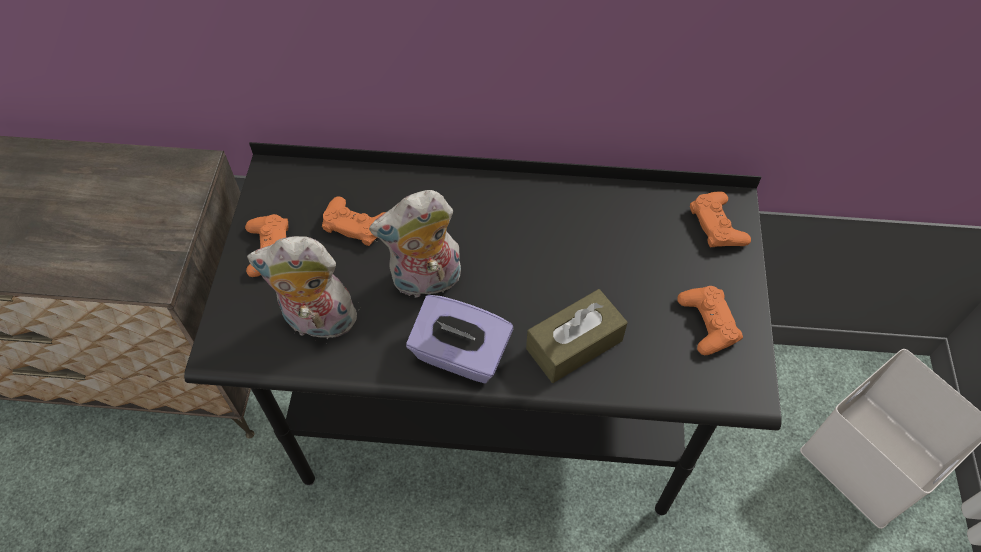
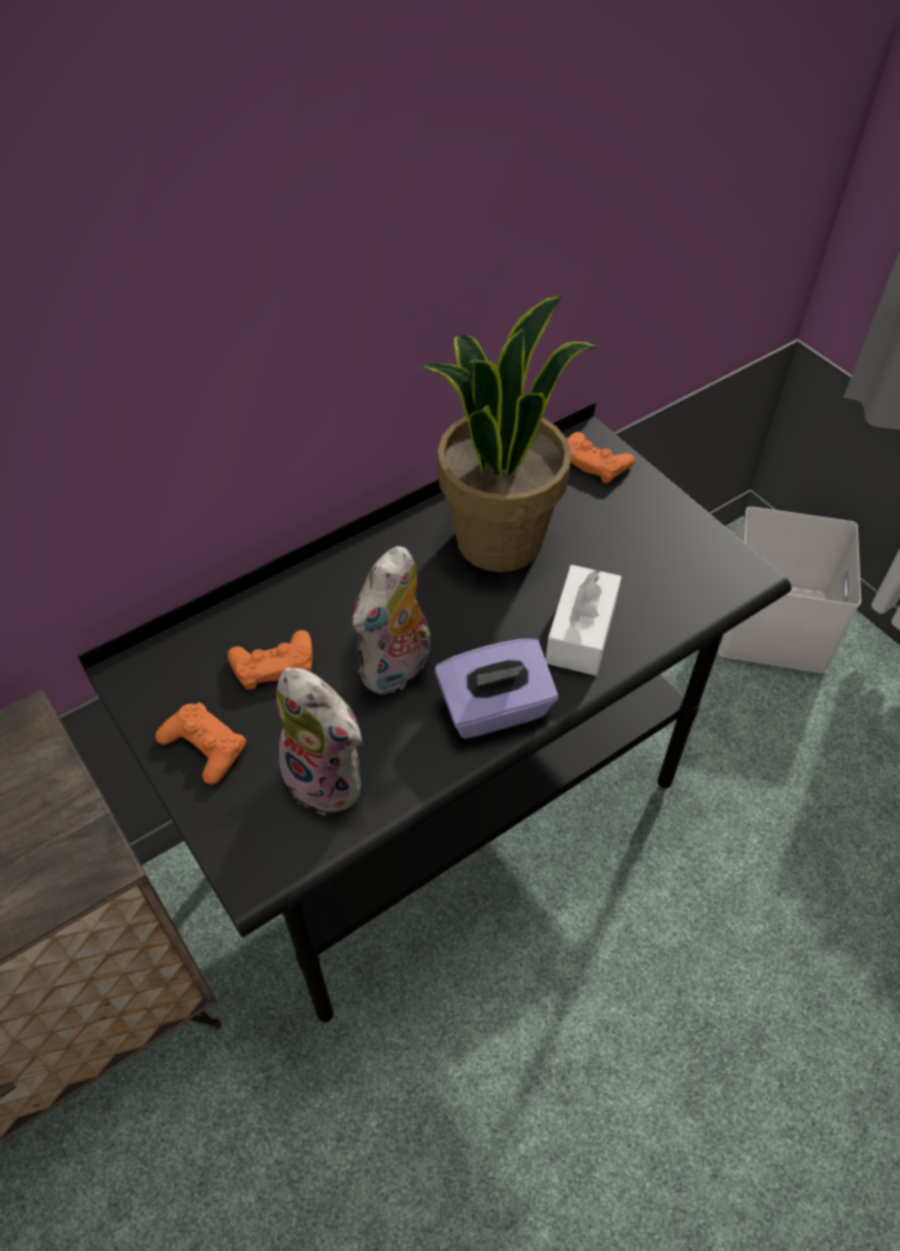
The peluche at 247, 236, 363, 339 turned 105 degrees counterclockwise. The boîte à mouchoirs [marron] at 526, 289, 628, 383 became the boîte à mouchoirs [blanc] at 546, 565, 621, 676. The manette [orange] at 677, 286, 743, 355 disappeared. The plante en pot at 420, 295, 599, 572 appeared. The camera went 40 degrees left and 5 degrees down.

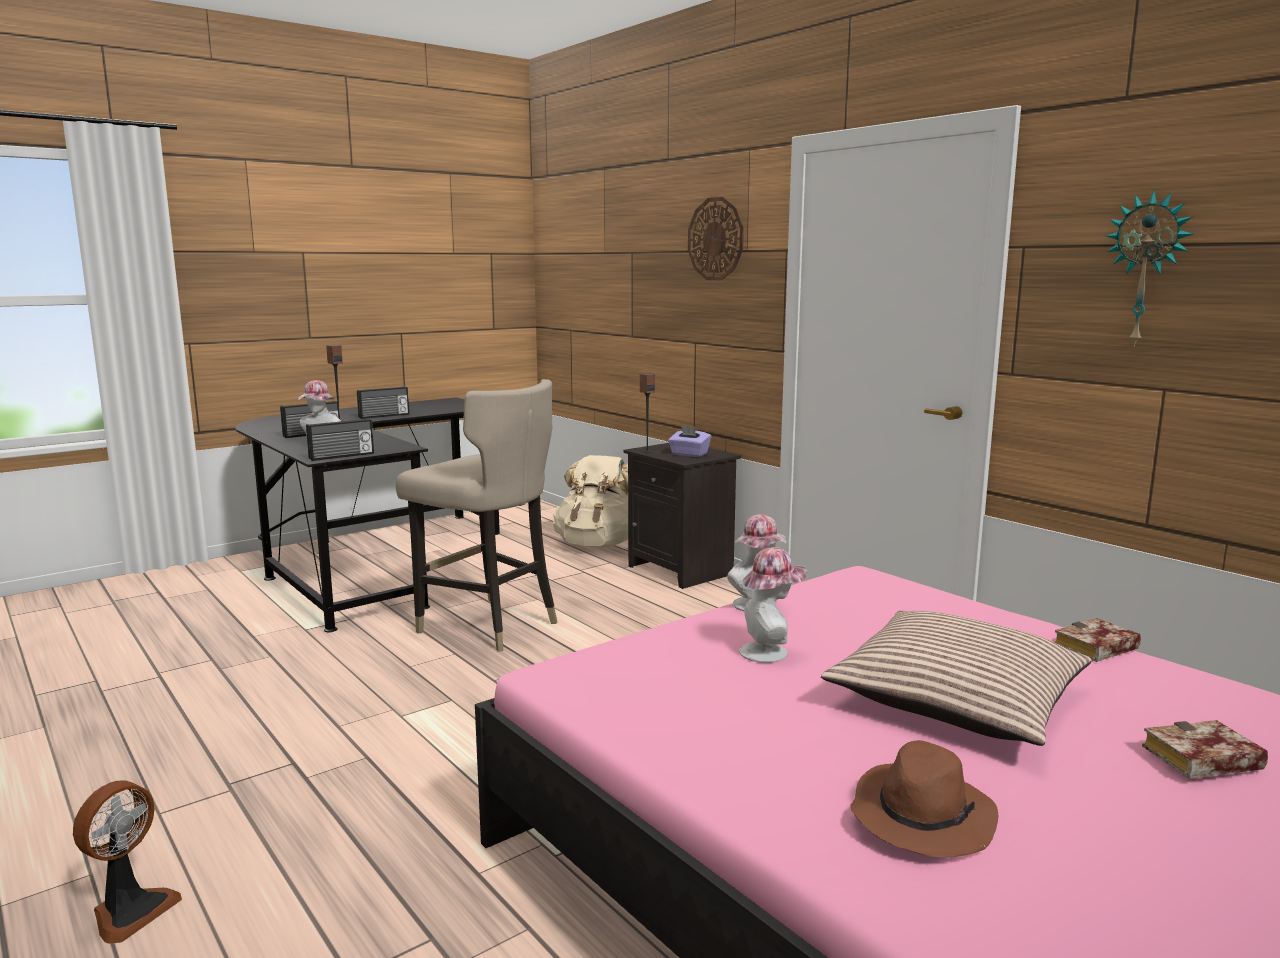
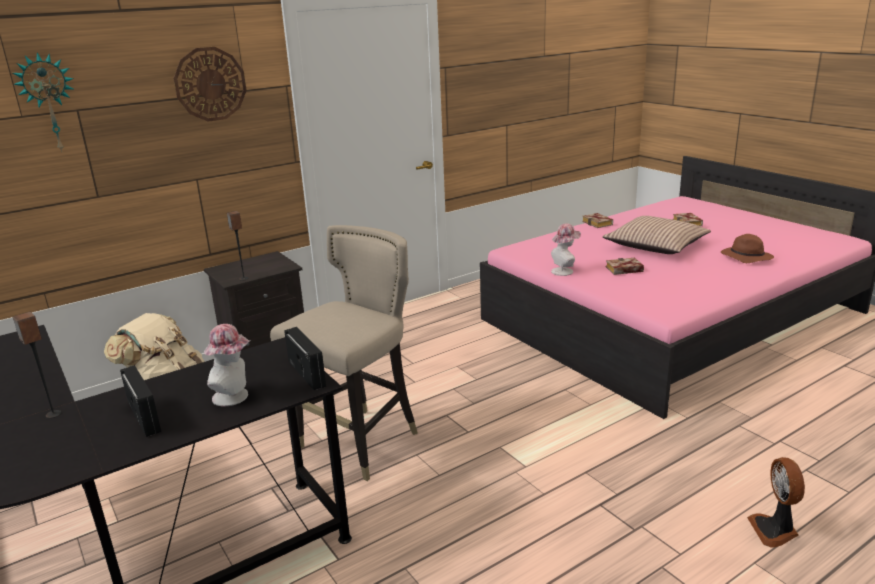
The ventilateur at 73, 780, 182, 944 turned 120 degrees counterclockwise. The radio at 357, 387, 409, 419 disappeared. The boîte à mouchoirs [violet] at 668, 425, 711, 457 disappeared. The chapeau at 739, 547, 807, 663 was replaced by the livre at 606, 258, 644, 275. The horloge murale moved from 1106, 191, 1193, 347 to 13, 53, 74, 152. The camera went 85 degrees left and 10 degrees up.

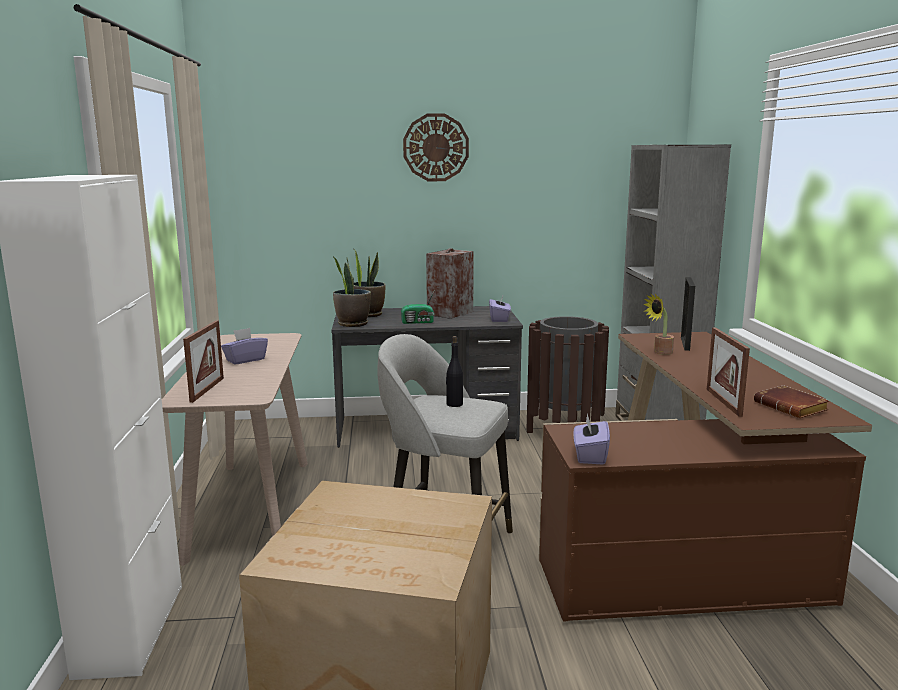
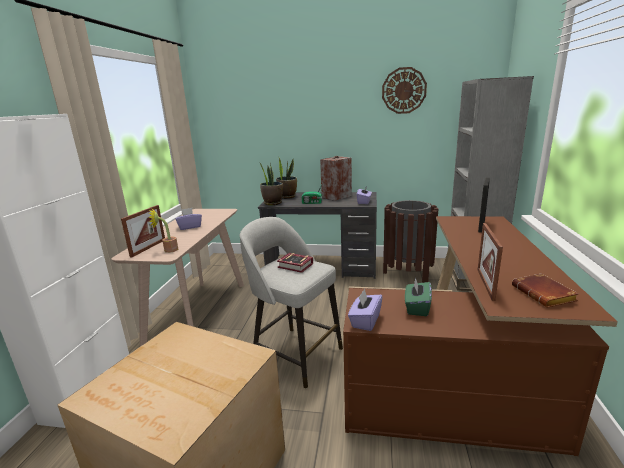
The horloge murale moved from 403, 113, 469, 181 to 382, 67, 427, 114. The bouteille [noir] at 446, 336, 463, 407 was replaced by the livre at 277, 253, 313, 273. The plante en pot moved from 643, 293, 674, 355 to 148, 209, 178, 253. The boîte à mouchoirs [vert] at 405, 277, 432, 316 appeared. The camera went 15 degrees right and 5 degrees up.

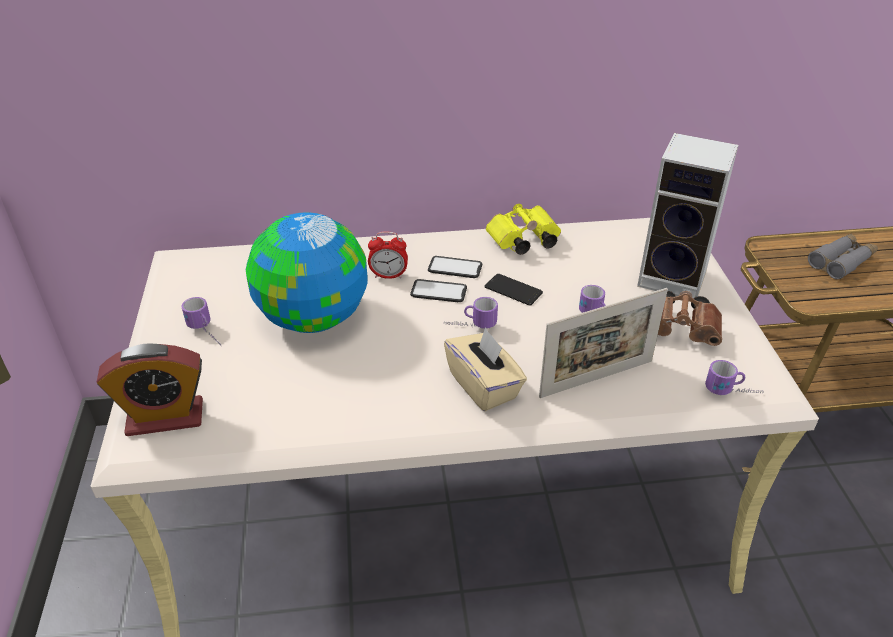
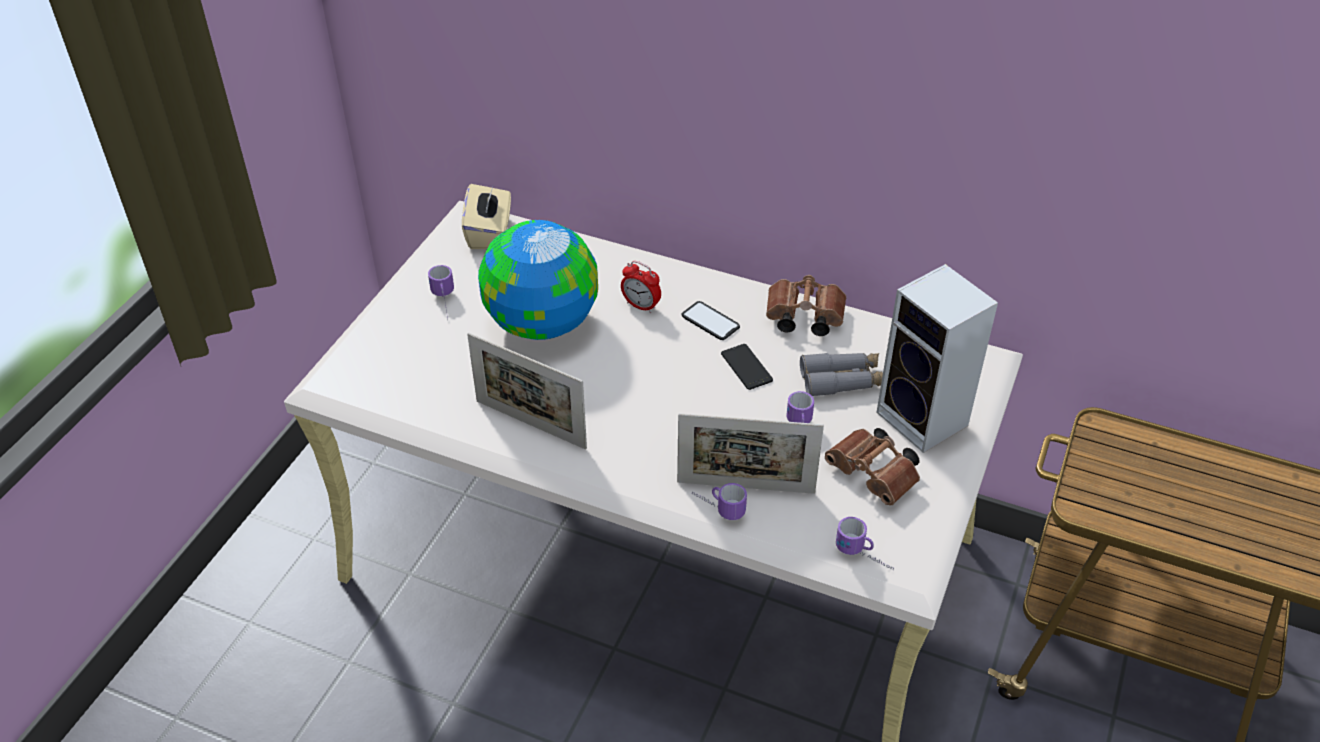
The réveil at 97, 344, 203, 436 disappeared. The téléphone at 410, 279, 467, 302 disappeared. The mug moved from 444, 297, 498, 329 to 692, 483, 747, 520. The boîte à mouchoirs [beige] moved from 444, 327, 527, 411 to 462, 184, 511, 249. The jumelles [jaune] at 486, 203, 561, 255 became the jumelles [marron] at 766, 275, 846, 336. The jumelles [gris] moved from 808, 233, 878, 280 to 800, 353, 883, 396. The cadre photo at 467, 333, 587, 449 appeared. The camera went 30 degrees right and 5 degrees up.

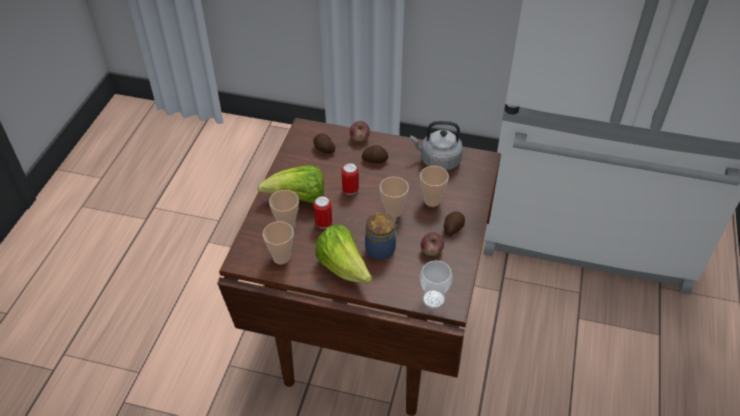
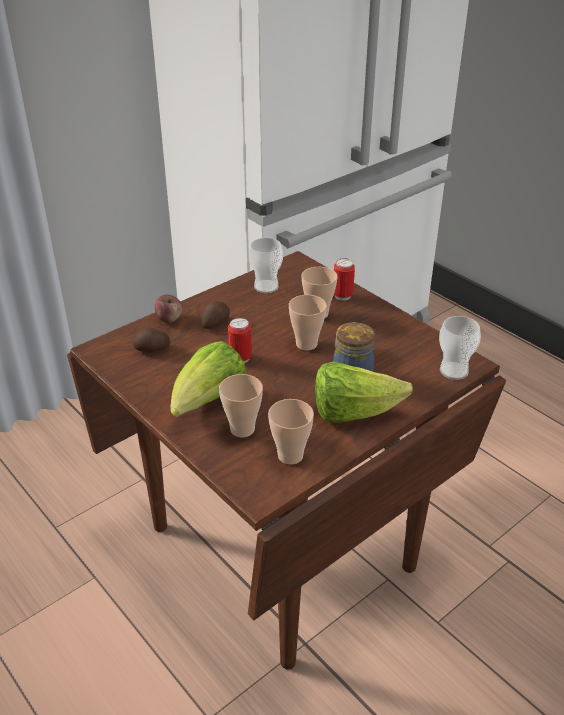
The boîte métallique moved from 313, 196, 332, 229 to 334, 258, 355, 301. The bouilloire [gris] at 410, 121, 463, 171 was replaced by the tasse at 249, 238, 283, 293. The pomme at 421, 232, 444, 256 disappeared. The pomme de terre at 444, 212, 465, 236 disappeared. The camera went 55 degrees left and 10 degrees down.

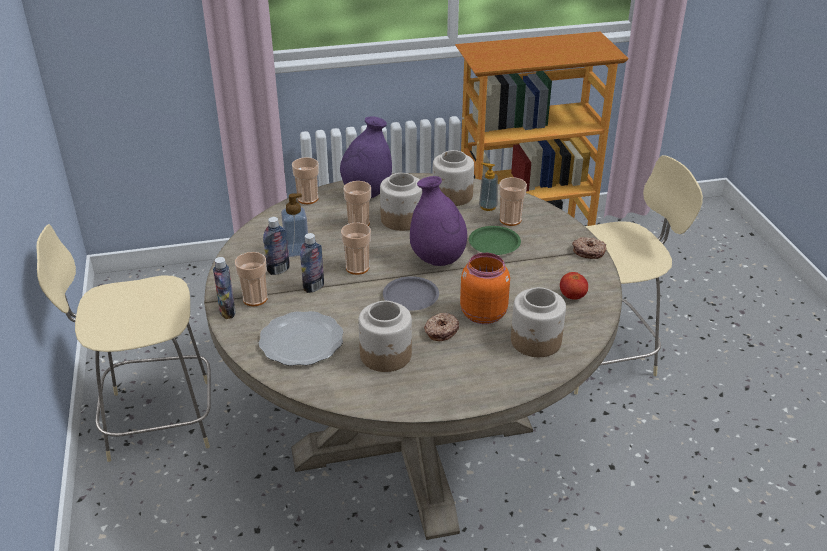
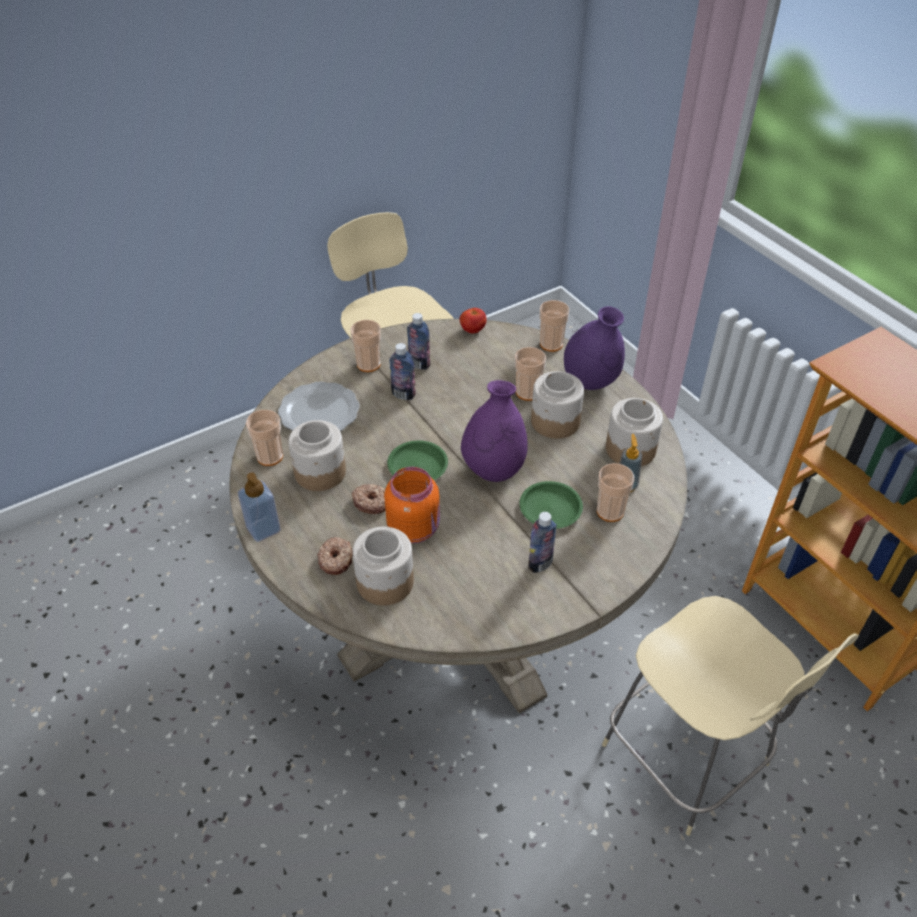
The bouteille moved from 213, 257, 236, 319 to 528, 512, 557, 573. The distributeur de savon moved from 281, 194, 308, 257 to 238, 473, 281, 542. The tasse moved from 341, 223, 371, 275 to 246, 410, 283, 466. The assiette [gris] at 383, 276, 439, 311 became the assiette [vert] at 387, 440, 448, 480. The tomate moved from 560, 272, 588, 300 to 460, 308, 487, 333. The beignet moved from 572, 237, 607, 259 to 317, 537, 353, 575. The camera went 70 degrees right and 10 degrees up.

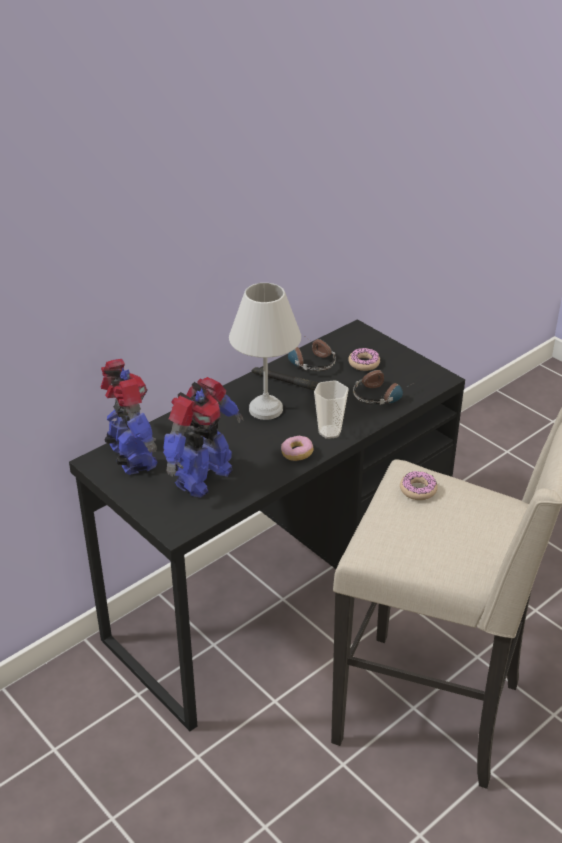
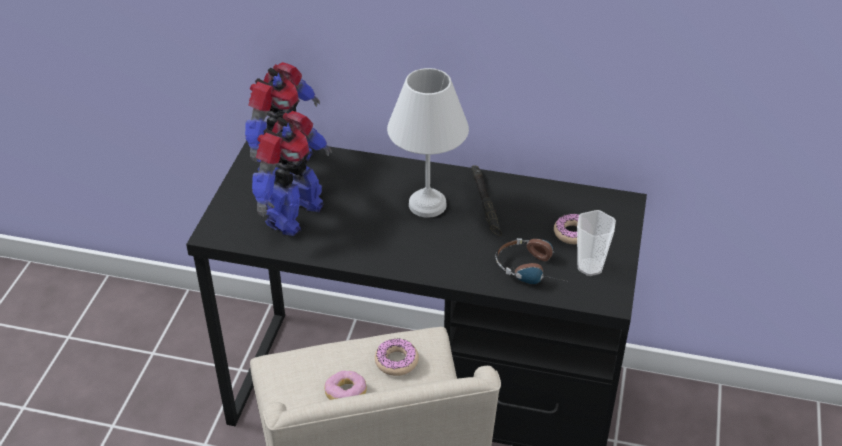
The robot jouet at 163, 377, 244, 498 turned 60 degrees counterclockwise. The beignet moved from 281, 436, 313, 461 to 324, 371, 367, 400. The casque audio at 288, 335, 336, 371 disappeared. The tasse moved from 314, 380, 349, 439 to 577, 210, 616, 276. The camera went 55 degrees right and 5 degrees up.

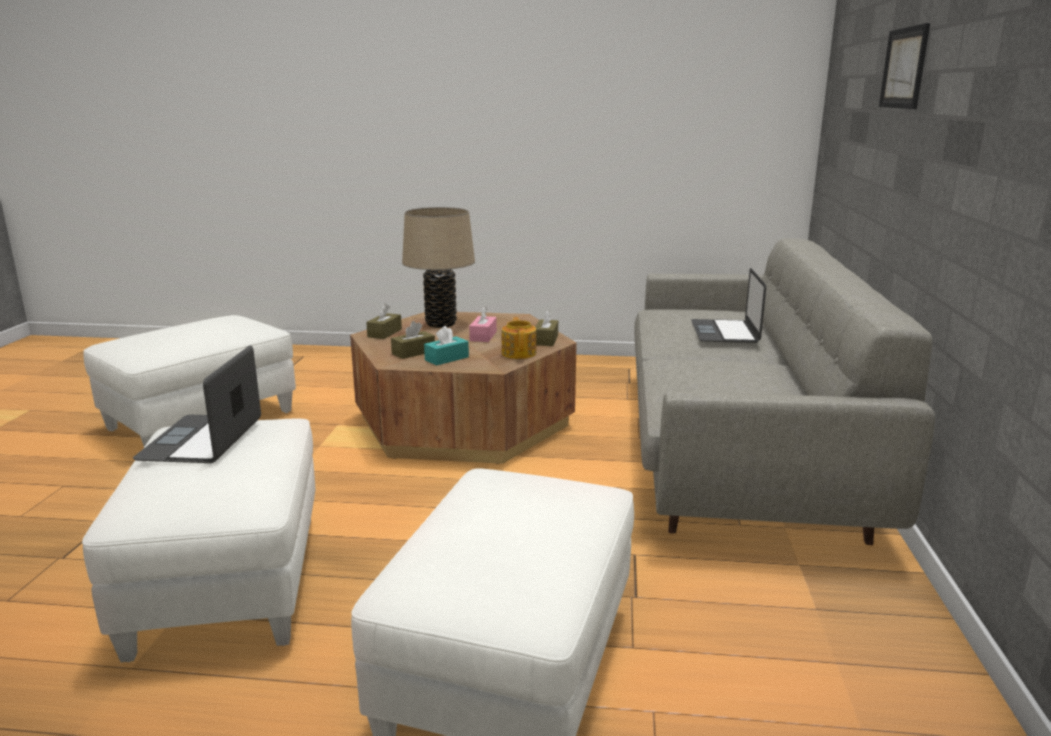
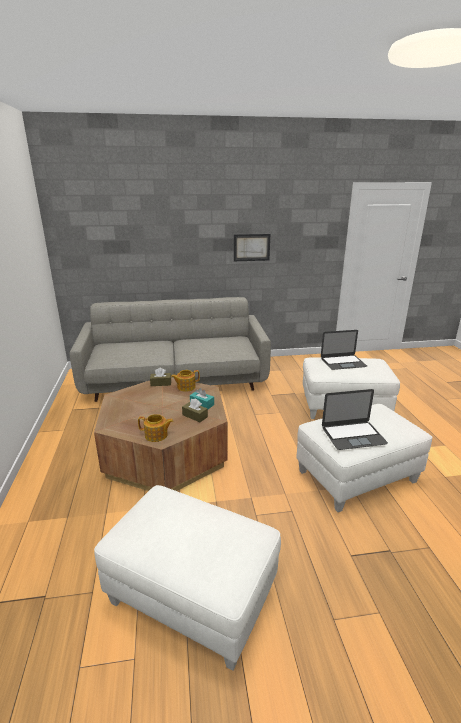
The boîte à mouchoirs [marron] at 366, 304, 402, 339 was replaced by the théière at 138, 414, 174, 442. The lampe de table [beige] at 402, 207, 475, 328 disappeared. The boîte à mouchoirs [rose] at 469, 306, 497, 342 disappeared. The ordinateur portable moved from 691, 268, 766, 343 to 321, 330, 367, 370. The tableau moved from 879, 23, 930, 109 to 234, 234, 270, 261. The camera went 105 degrees left and 5 degrees up.

